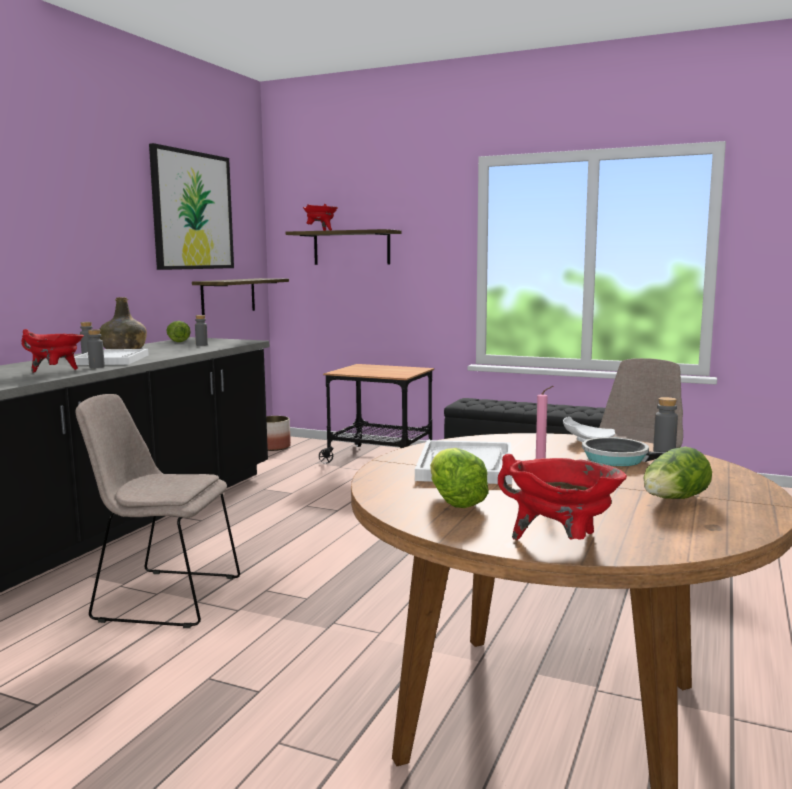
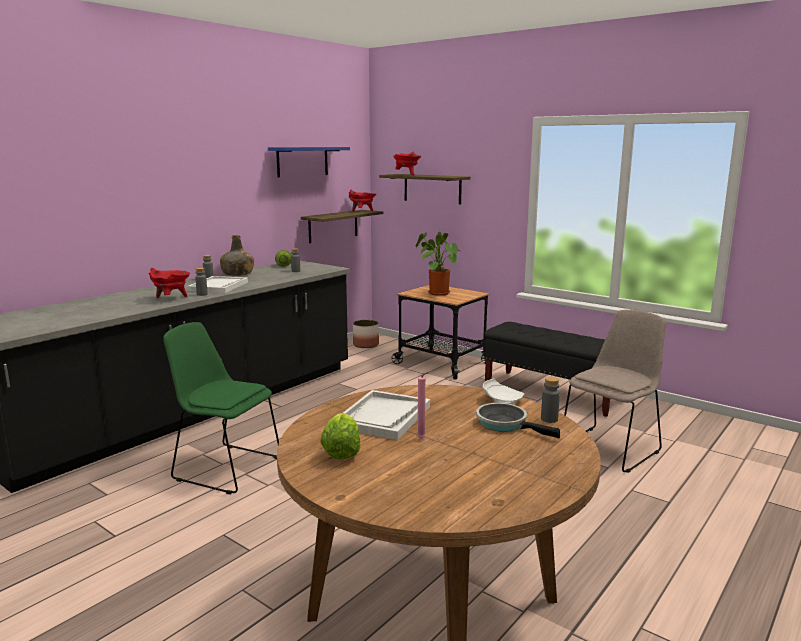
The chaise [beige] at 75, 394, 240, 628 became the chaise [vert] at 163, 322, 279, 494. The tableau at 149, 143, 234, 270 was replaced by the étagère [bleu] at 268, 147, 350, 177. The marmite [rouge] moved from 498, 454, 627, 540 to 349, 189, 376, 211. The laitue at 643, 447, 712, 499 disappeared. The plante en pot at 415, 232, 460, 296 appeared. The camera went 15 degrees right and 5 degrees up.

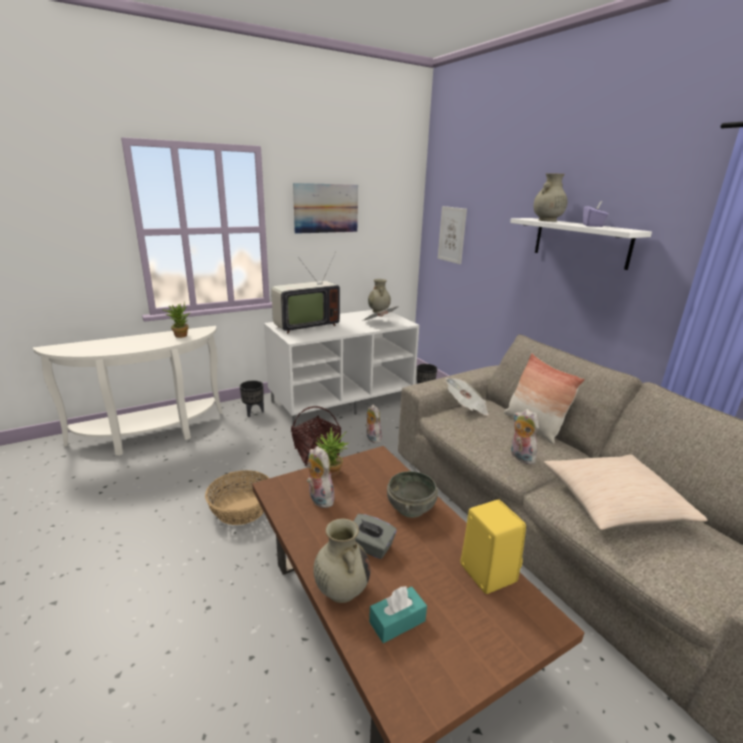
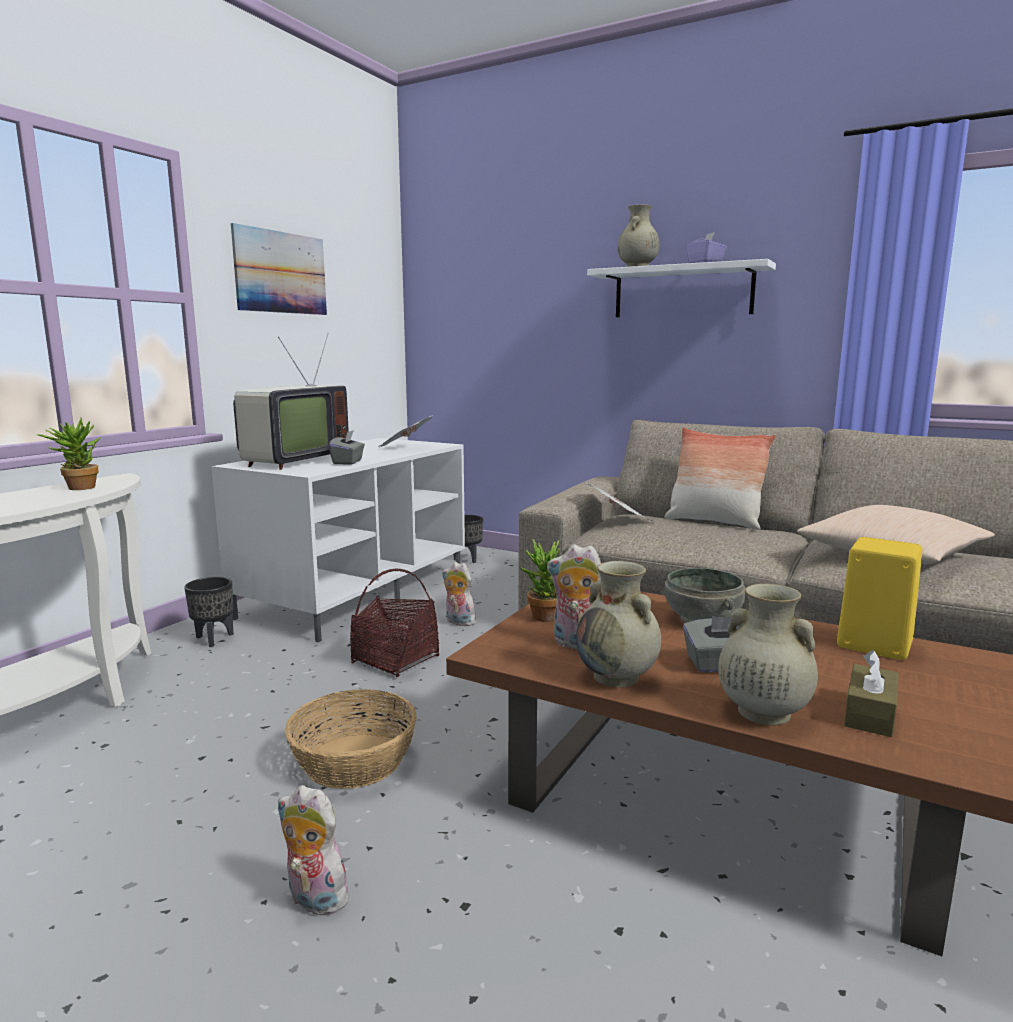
The vase [beige] moved from 368, 279, 391, 313 to 576, 561, 661, 688. The boîte à mouchoirs [turquoise] at 369, 586, 427, 643 became the boîte à mouchoirs [marron] at 844, 650, 899, 737. The tableau at 438, 206, 467, 264 disappeared. The peluche moved from 511, 409, 539, 464 to 278, 785, 351, 916. The boîte à mouchoirs [gris] at 329, 430, 365, 464 appeared. The camera went 30 degrees left and 10 degrees down.

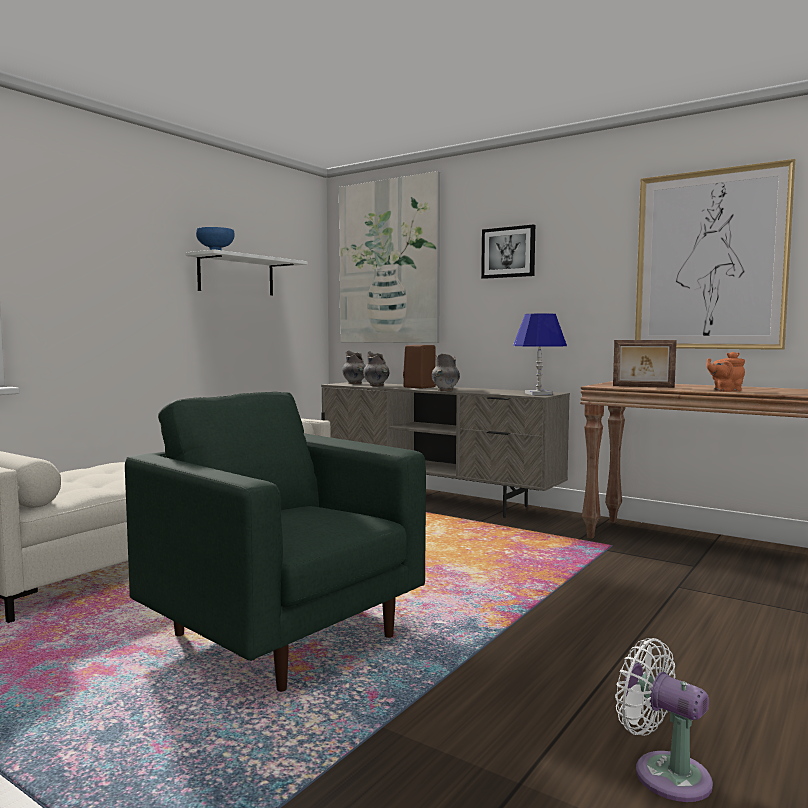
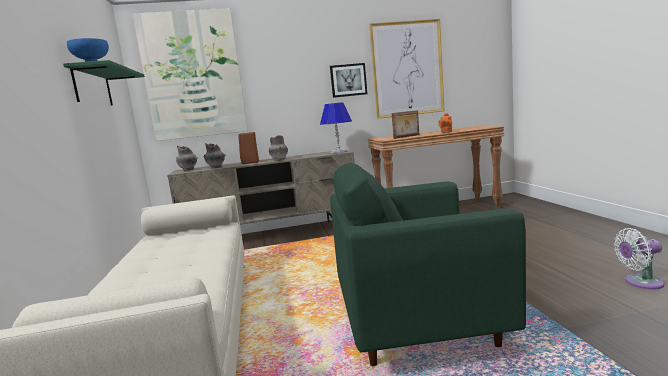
The étagère [blanc] at 186, 249, 308, 295 became the étagère [vert] at 63, 60, 145, 105. The tableau moved from 481, 224, 535, 279 to 330, 63, 367, 98. The camera went 45 degrees left and 5 degrees up.

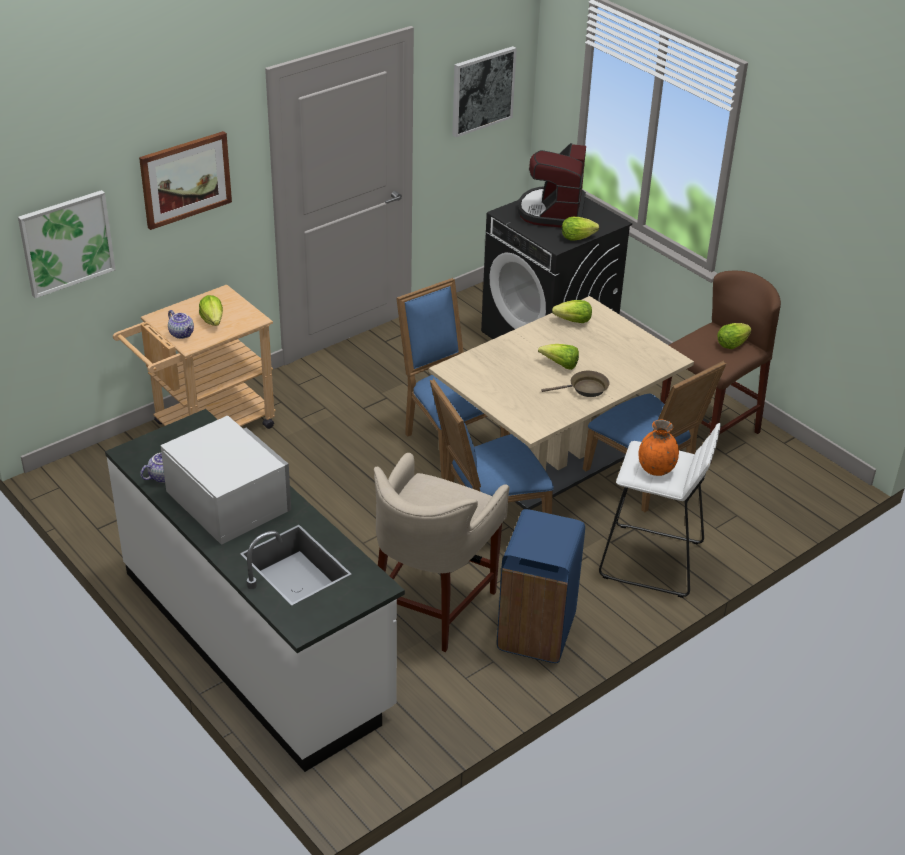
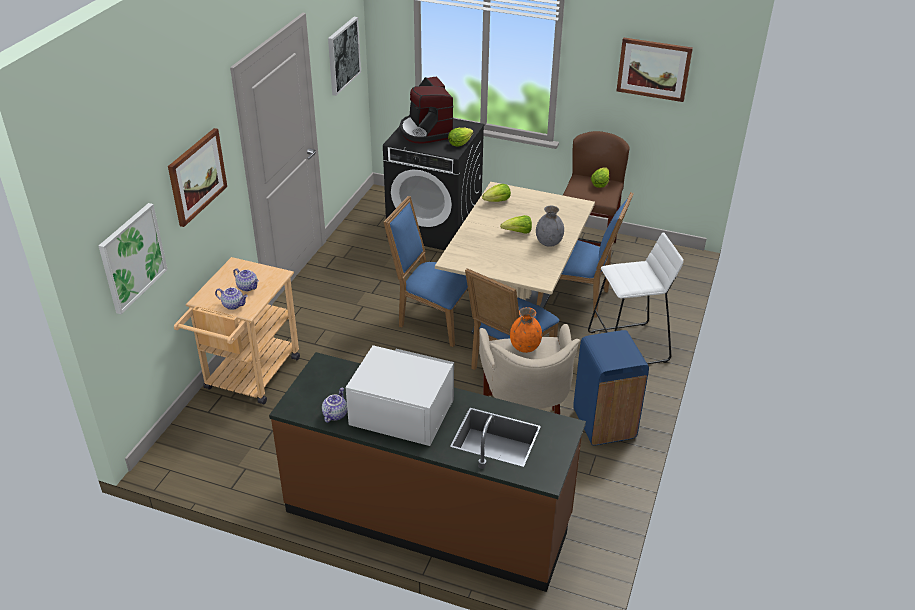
The comptoir de cuisine [blanc] at 105, 409, 405, 772 became the comptoir de cuisine [marron] at 269, 352, 586, 592. The laitue at 199, 295, 223, 326 was replaced by the théière at 233, 268, 259, 291. The poêle [marron] at 541, 371, 609, 397 was replaced by the vase [gris] at 536, 206, 564, 247. The vase [orange] moved from 638, 420, 679, 476 to 510, 307, 542, 353. The tableau at 617, 37, 693, 102 appeared. The camera went 30 degrees left and 0 degrees up.

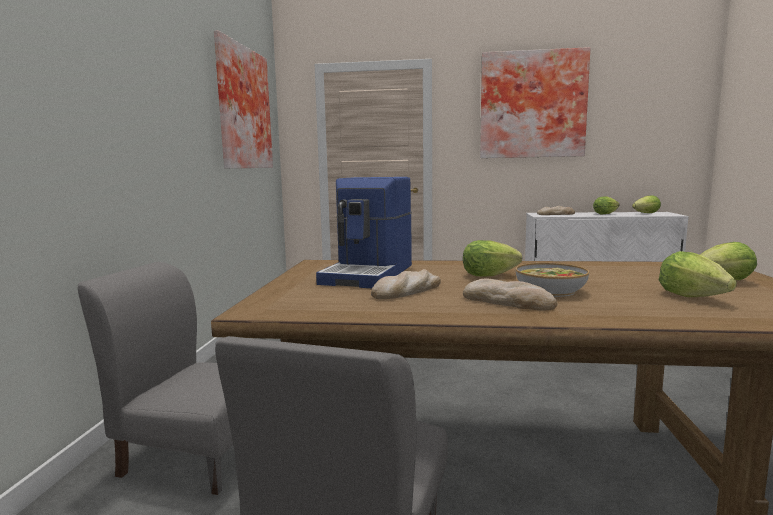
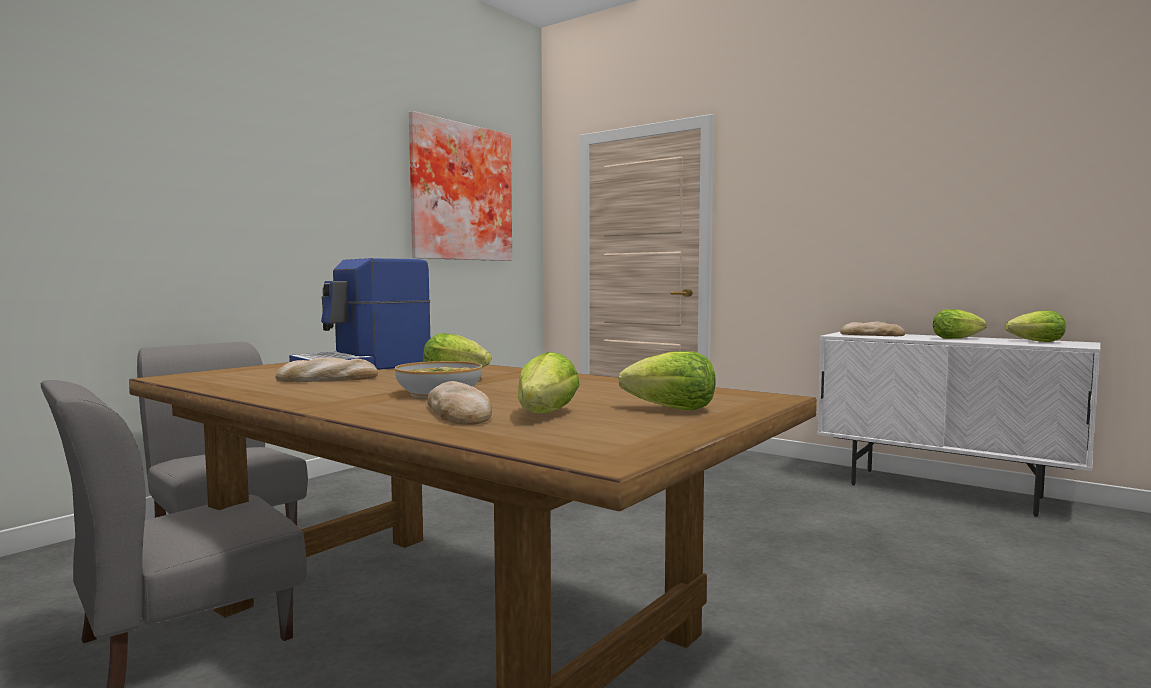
The pain moved from 463, 278, 557, 310 to 427, 381, 492, 425. The tableau at 480, 47, 590, 158 disappeared. The camera went 30 degrees right and 5 degrees down.

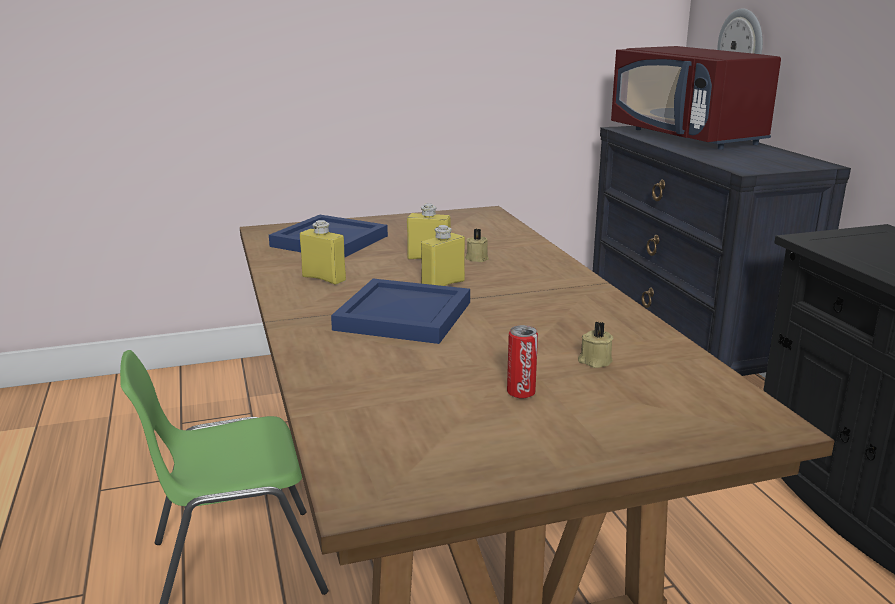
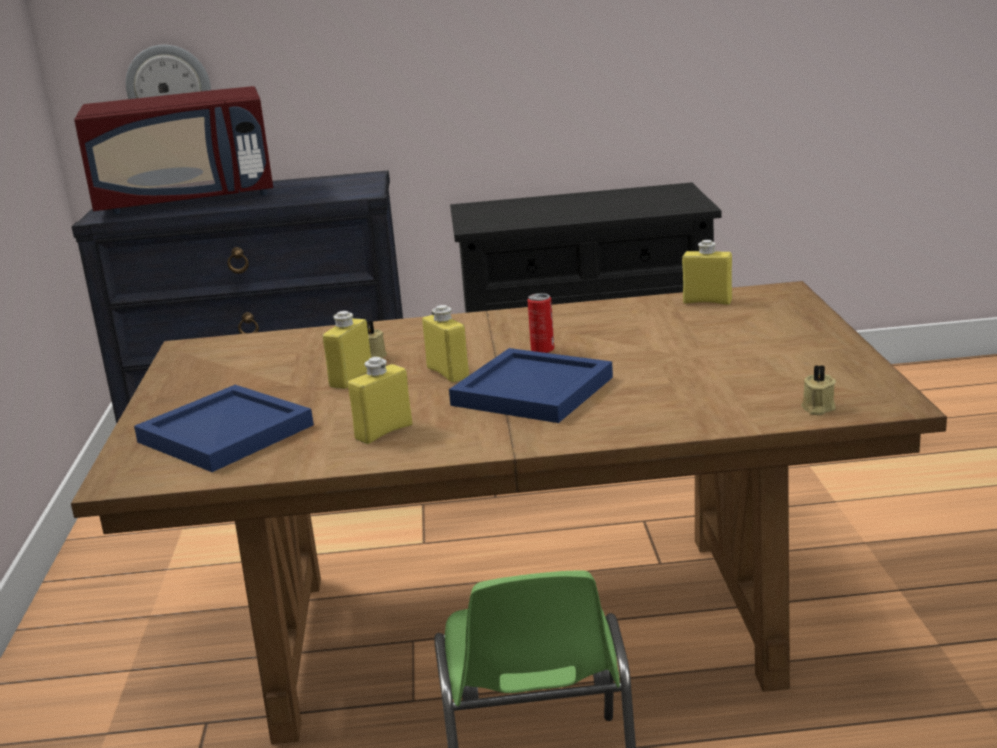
The boîte métallique moved from 507, 325, 538, 398 to 527, 293, 554, 353. The bougie [beige] moved from 578, 322, 613, 368 to 801, 365, 836, 415. The bouteille [jaune] at 682, 240, 732, 305 appeared. The camera went 75 degrees left and 0 degrees up.

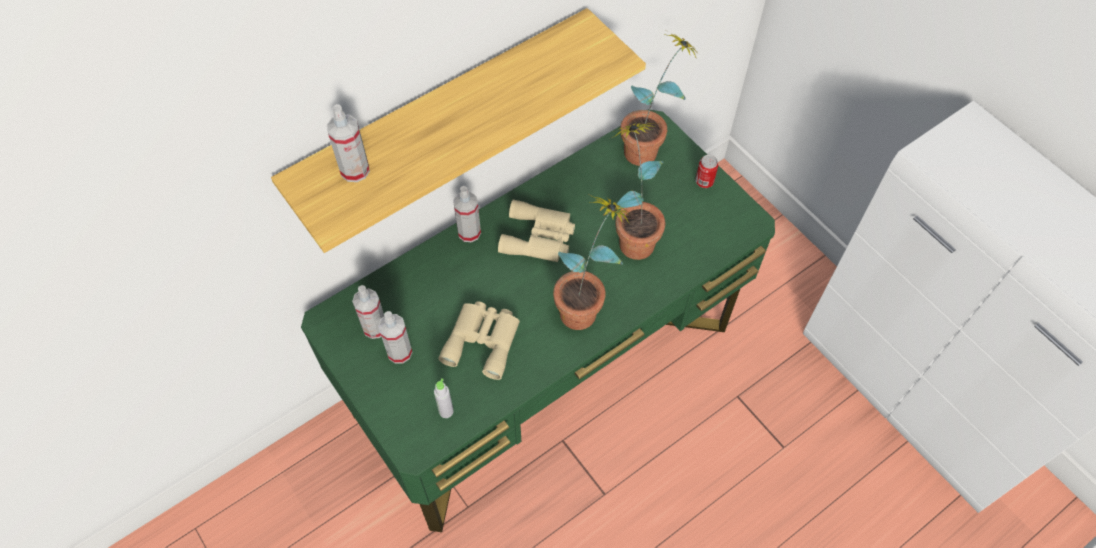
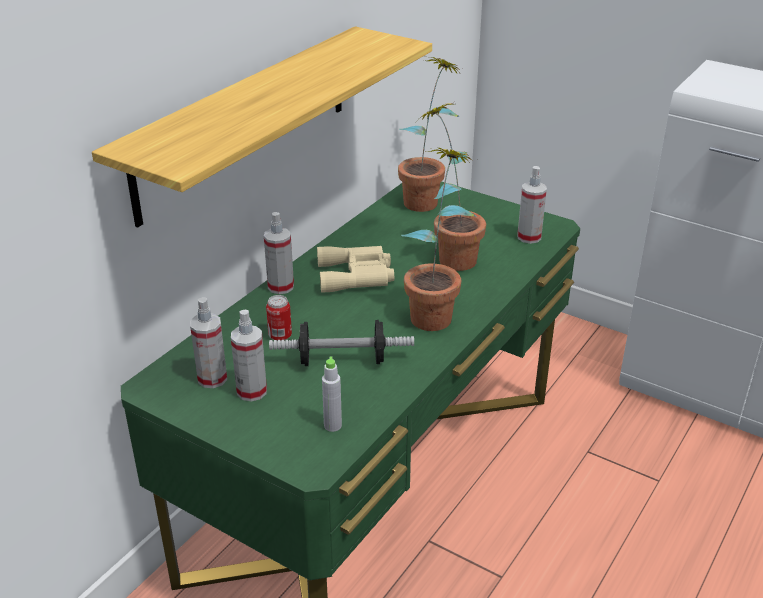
The vaporisateur moved from 327, 104, 370, 182 to 517, 166, 547, 244. The jumelles [beige] at 438, 301, 520, 380 was replaced by the haltère at 269, 320, 414, 366. The boîte métallique moved from 695, 155, 718, 188 to 266, 295, 292, 341. The camera went 20 degrees left and 25 degrees down.

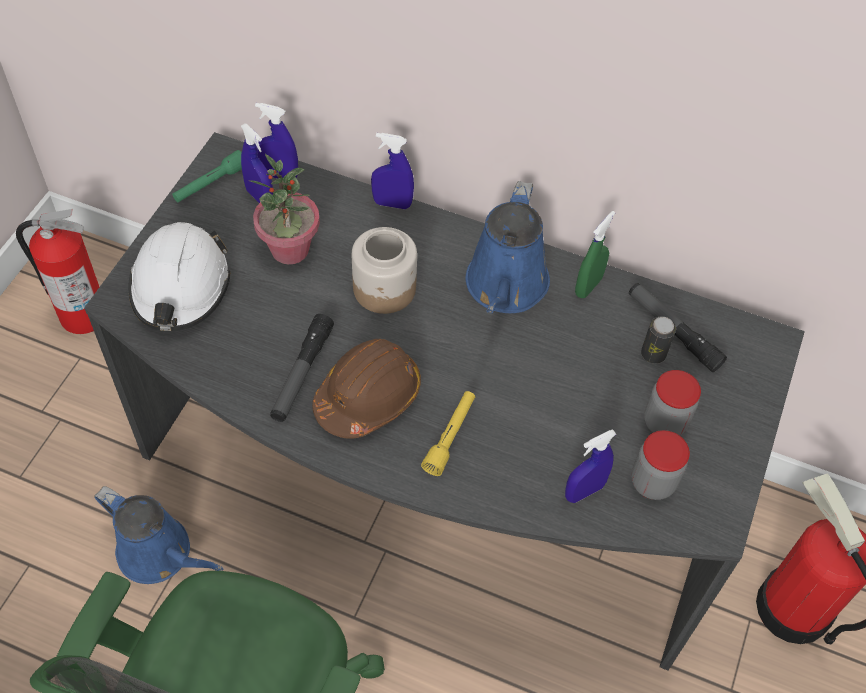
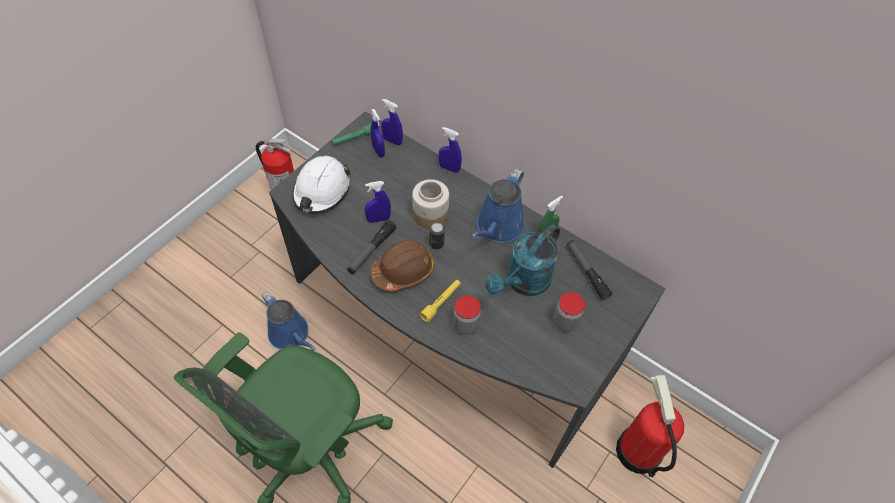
The plante en pot at 248, 154, 320, 264 disappeared. The vaporisateur [bleu] moved from 565, 429, 616, 503 to 365, 181, 391, 223. The bocal moved from 631, 430, 690, 500 to 453, 296, 481, 335. The boîte métallique moved from 641, 317, 676, 364 to 430, 223, 445, 250. The arrosoir [turquoise] at 486, 224, 560, 296 appeared. The camera went 15 degrees right and 0 degrees up.

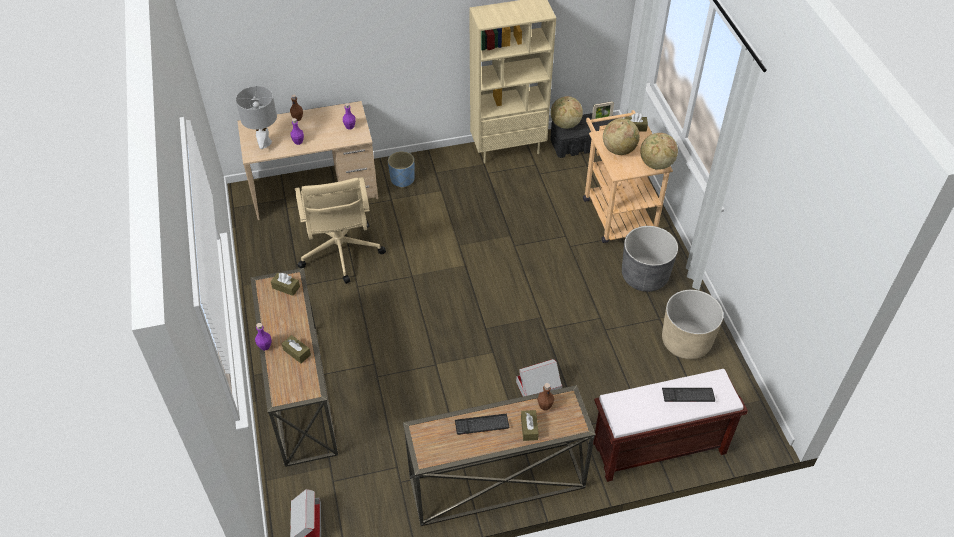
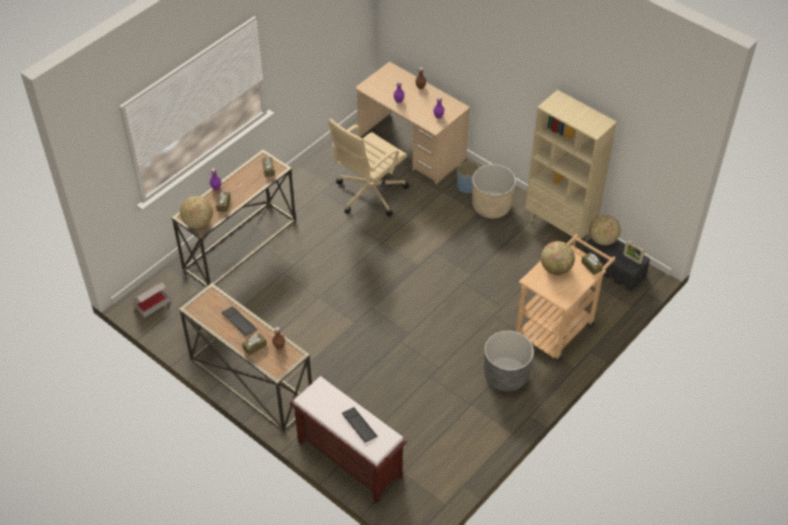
The lampe de table [gris] at 236, 86, 277, 149 disappeared. The carton at 516, 359, 562, 397 disappeared. The globe moved from 640, 133, 678, 170 to 180, 196, 213, 228. The cache-pot [beige] moved from 662, 290, 723, 359 to 472, 164, 516, 218. The camera went 55 degrees right and 0 degrees up.

